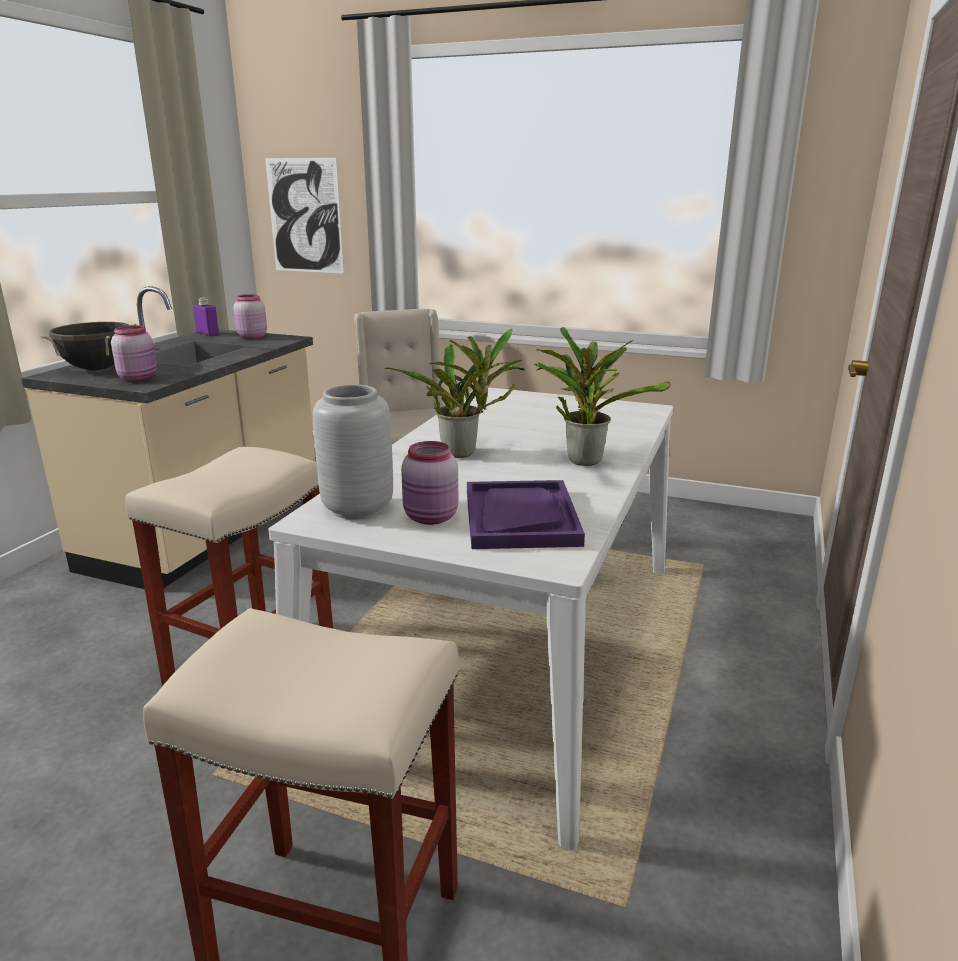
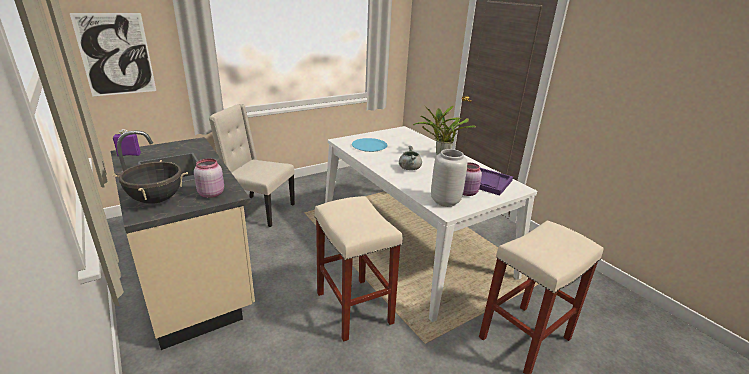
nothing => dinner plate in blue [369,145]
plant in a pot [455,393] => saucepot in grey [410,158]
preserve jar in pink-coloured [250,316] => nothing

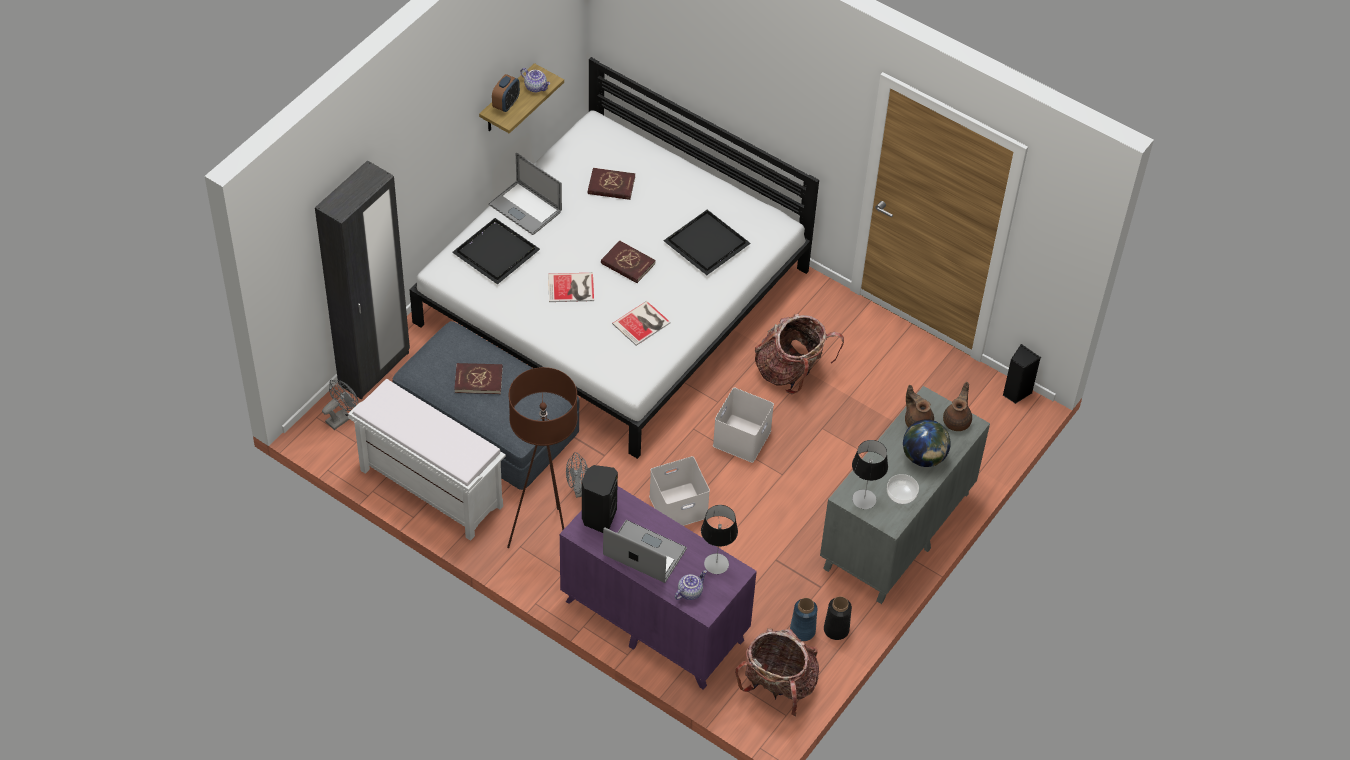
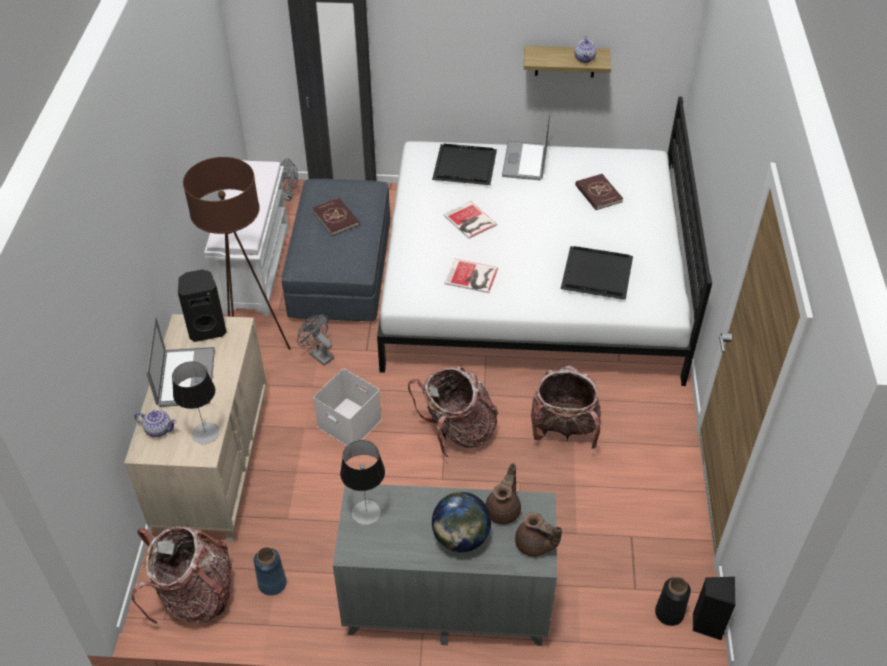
drawer chest in purple [658,588] => drawer chest in beige [195,428]
storage bin in white-coloured [743,425] => rucksack [453,411]
pot for tea in brownish [957,406] => pot for tea in brownish [538,534], 45 degrees clockwise
decorative vase in black [838,618] => decorative vase in black [673,601], move
table clock [506,93] => nothing
bound book in red [628,261] => nothing
serving bowl [903,489] => nothing

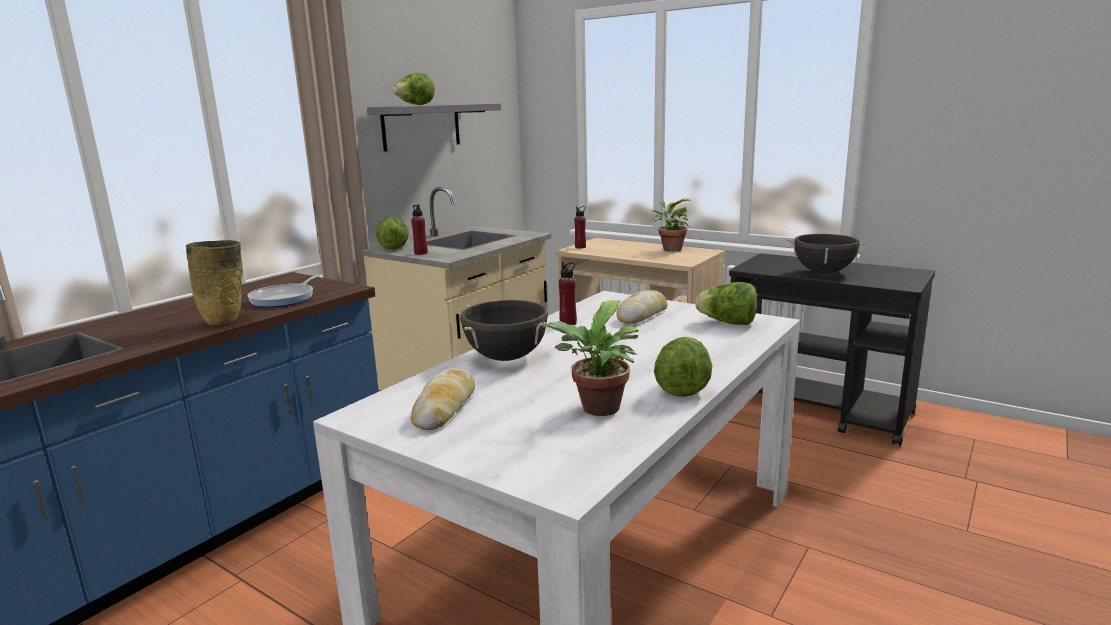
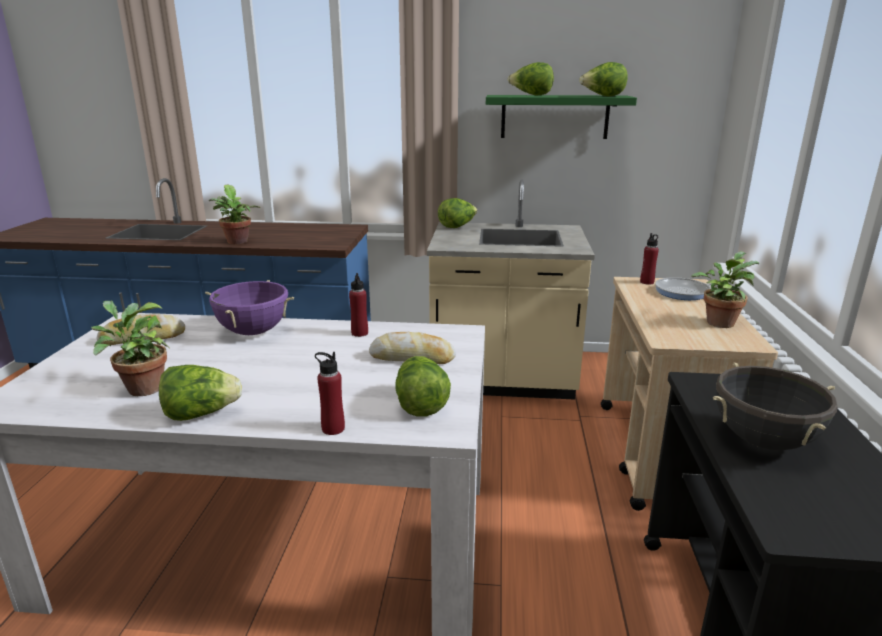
saucepot in black [504,330] => saucepot in purple [249,307]
decorative vase in beige [214,282] => plant in a pot [235,214]
beverage bottle in red [419,229] => beverage bottle in red [330,393], move
wall shelf in grey [434,127] => wall shelf in greenish [561,117]
nothing => lettuce head [603,79]
pan [284,290] => pan [693,288], move

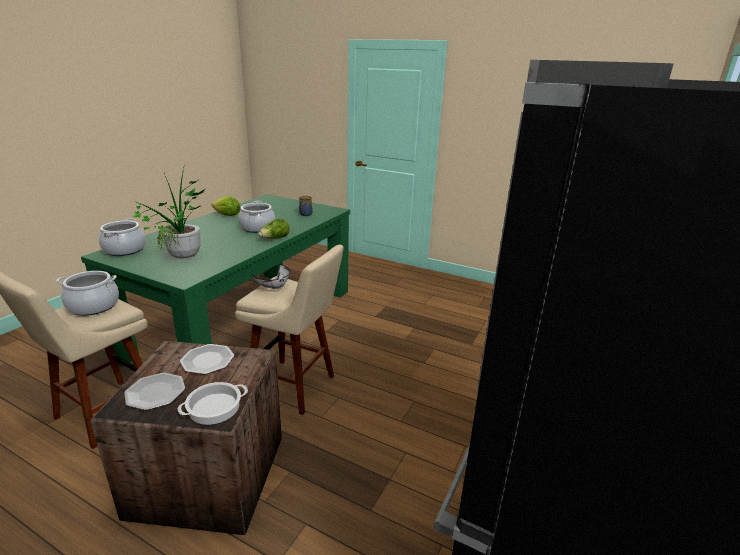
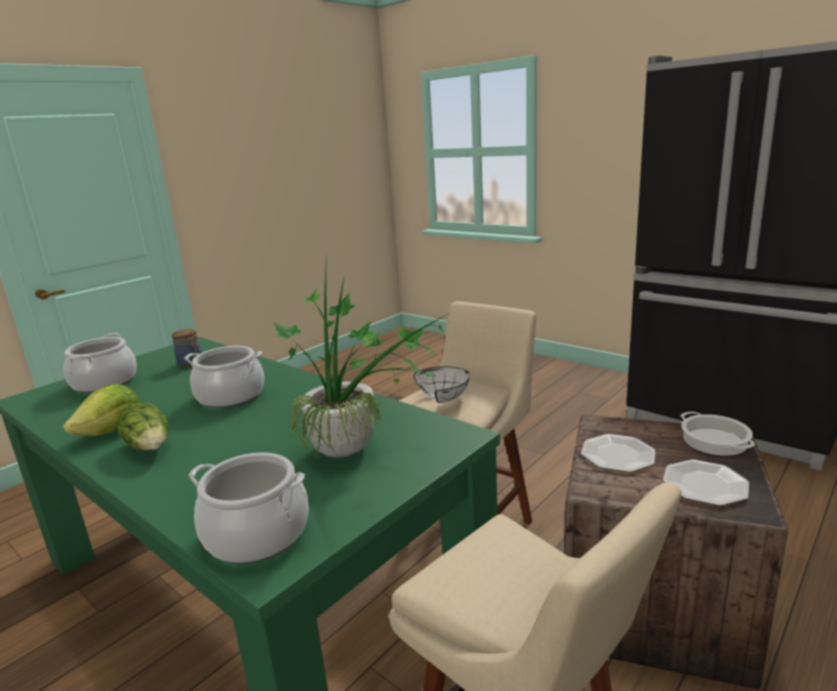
saucepot [87,293] => saucepot [100,363], move
lettuce head [273,228] => lettuce head [143,426], move

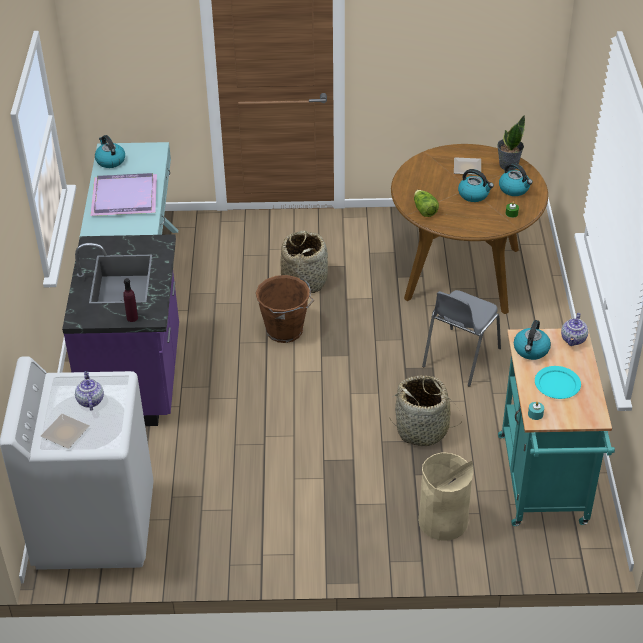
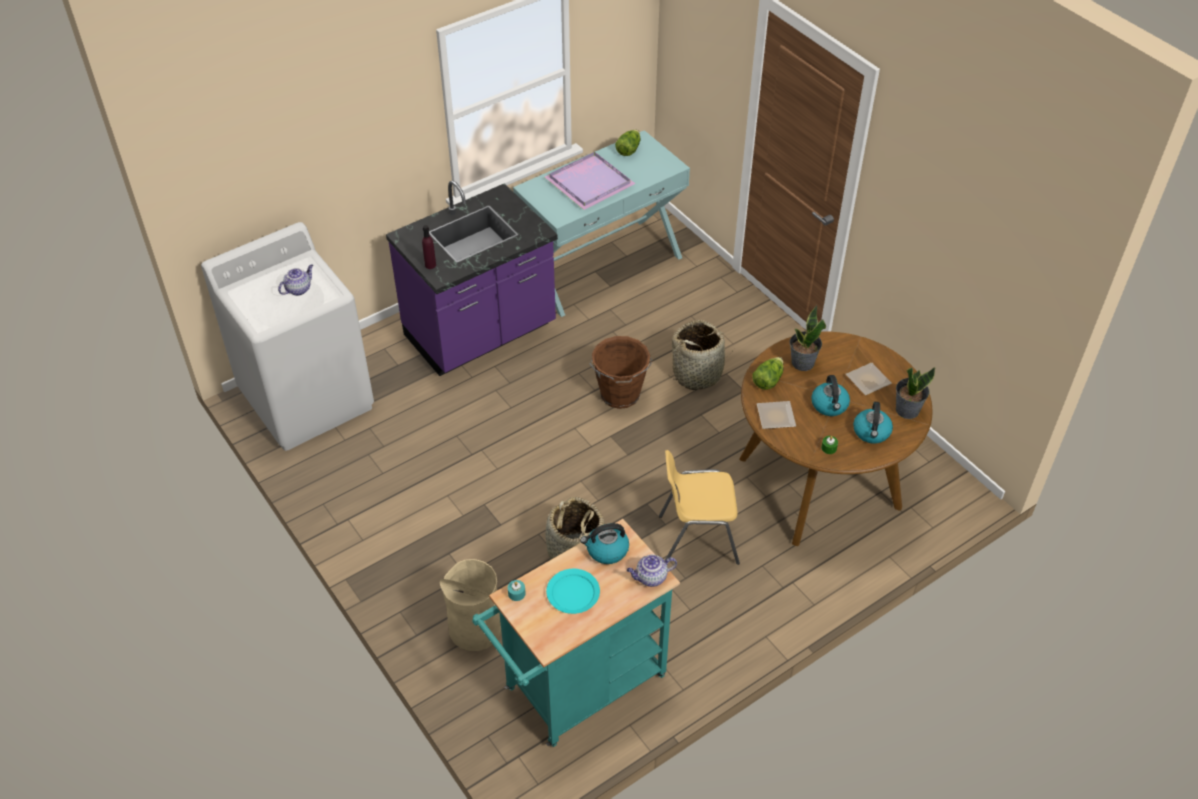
water kettle [110,151] => lettuce head [627,142]
plain chair in grey [461,338] => plain chair in yellow [699,507]
dinner plate [65,431] => dinner plate [776,415], move
nothing => plant in a pot [808,338]

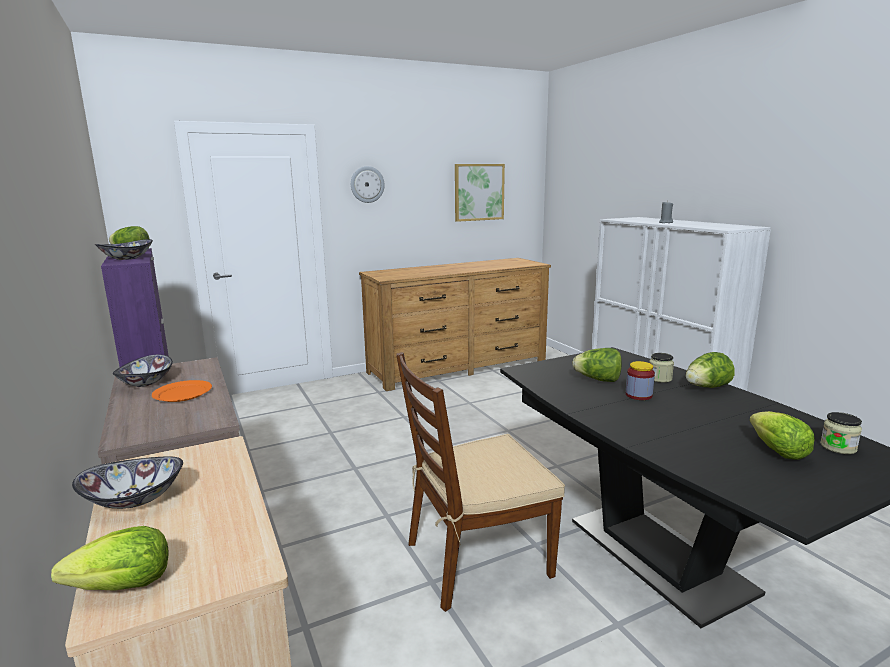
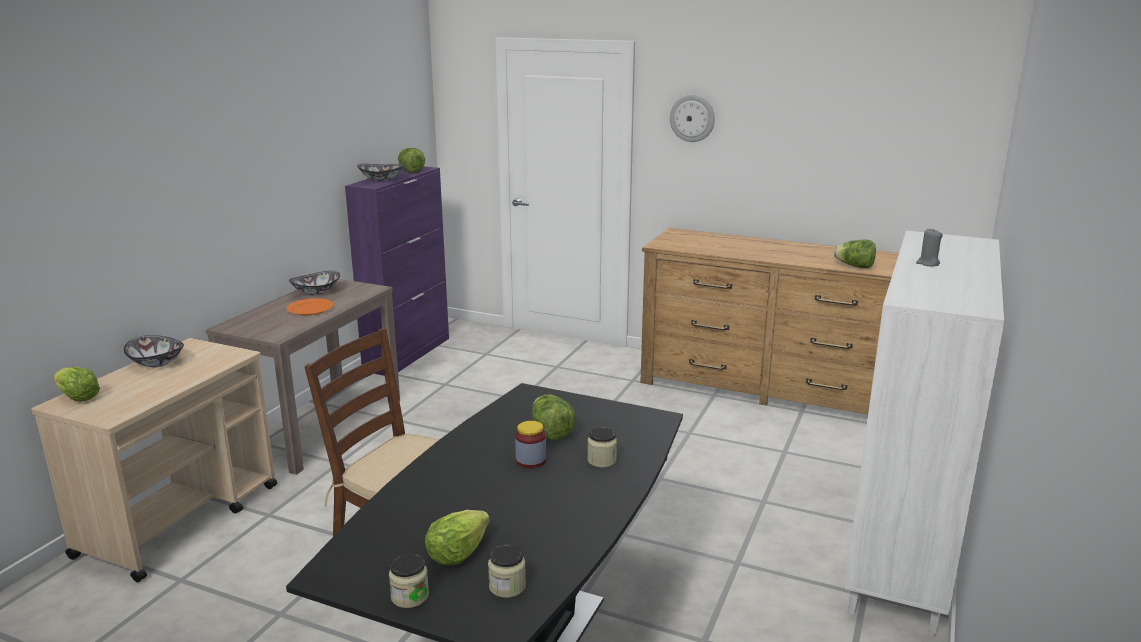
nothing => preserve jar [409,581]
lettuce head [710,370] => lettuce head [855,254], move
picture [480,193] => nothing

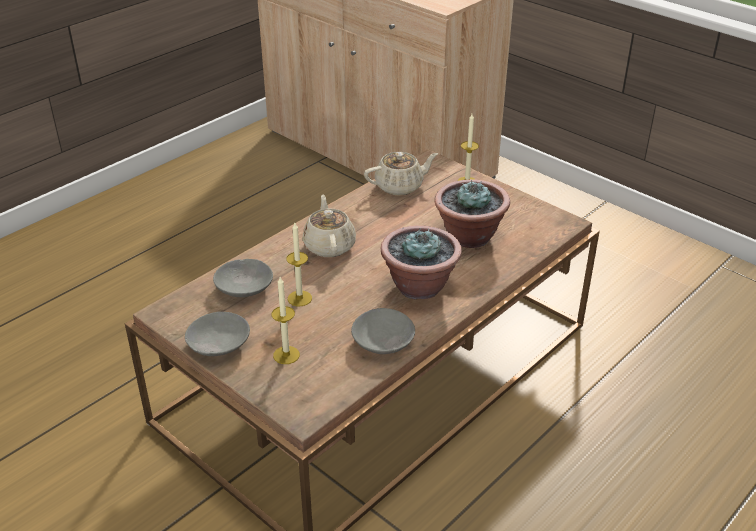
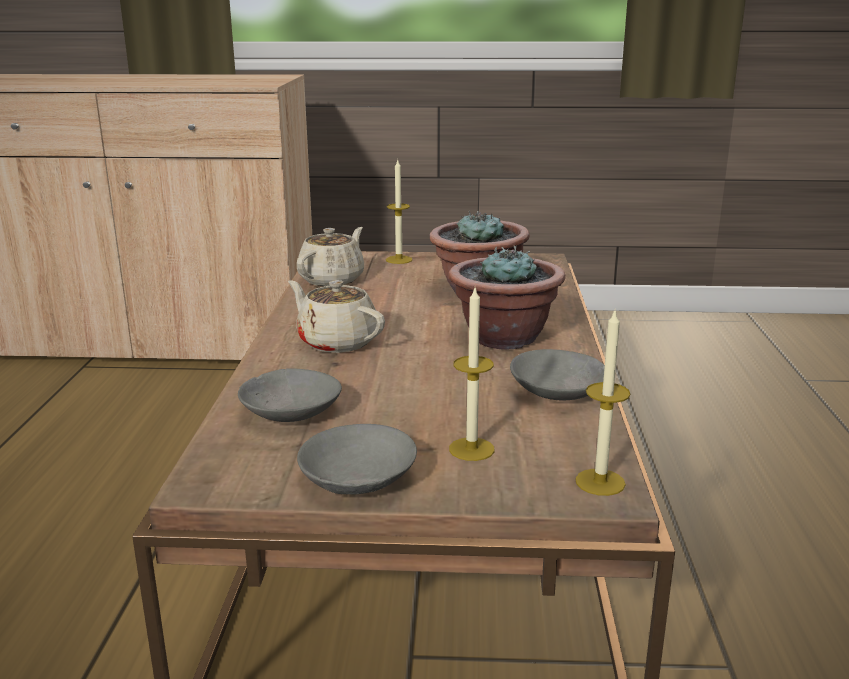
wax candle [299,264] => wax candle [602,402], move

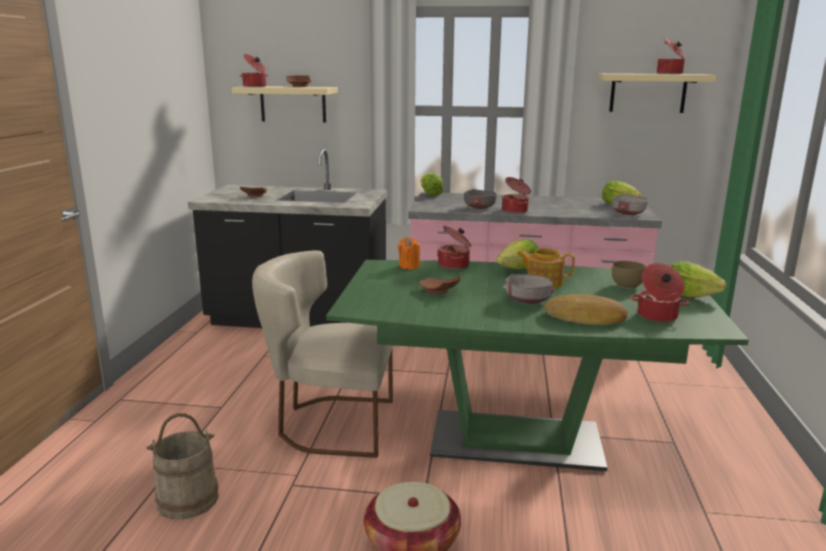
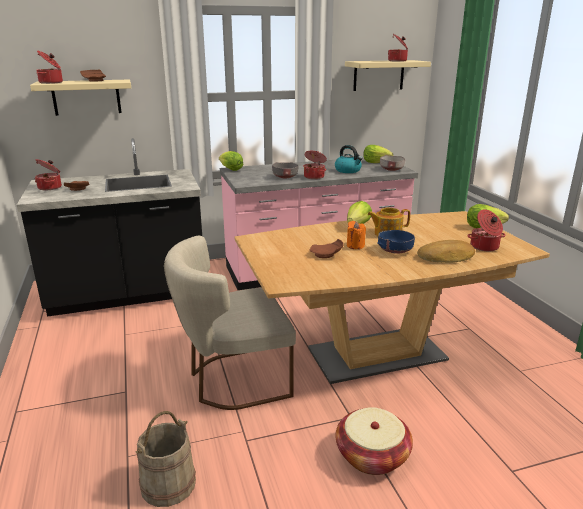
saucepot [454,248] => saucepot [48,174], move
kitchen table in greenish [537,365] => kitchen table in brownish [392,297]
nothing => water kettle [349,159]
wax candle in orange [409,253] => wax candle in orange [356,235], move
serving bowl in grey [529,289] => serving bowl in blue [396,242]
serving bowl in brownish [629,275] => nothing

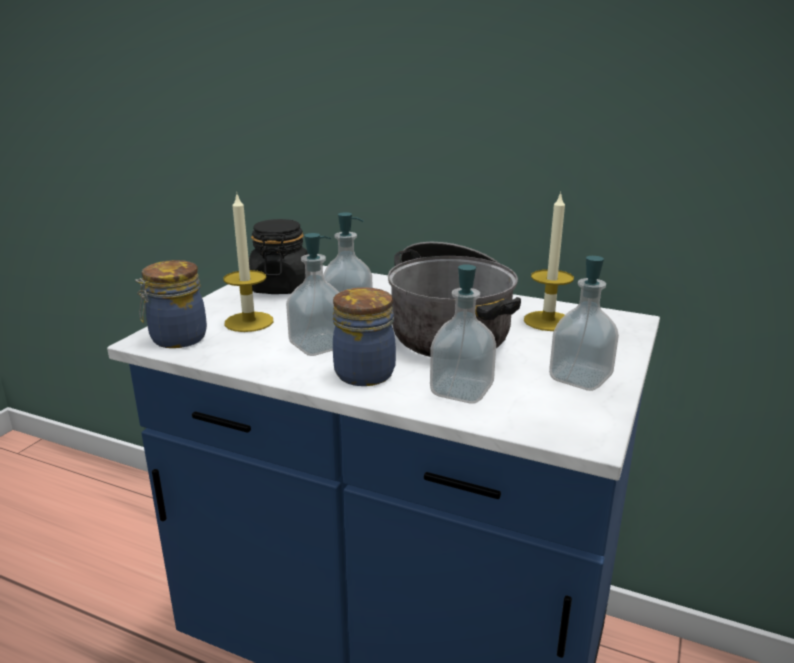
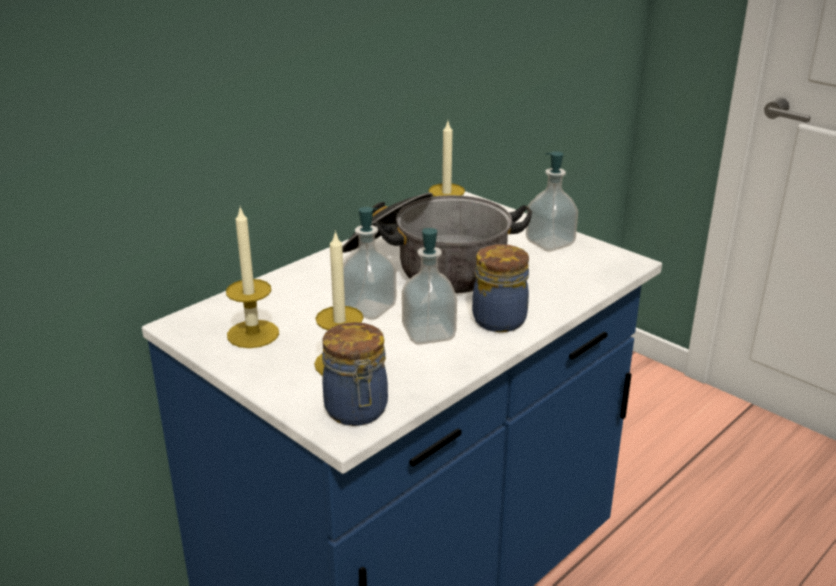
preserve jar in black [278,256] => wax candle [252,277]
soap bottle [463,334] => nothing

